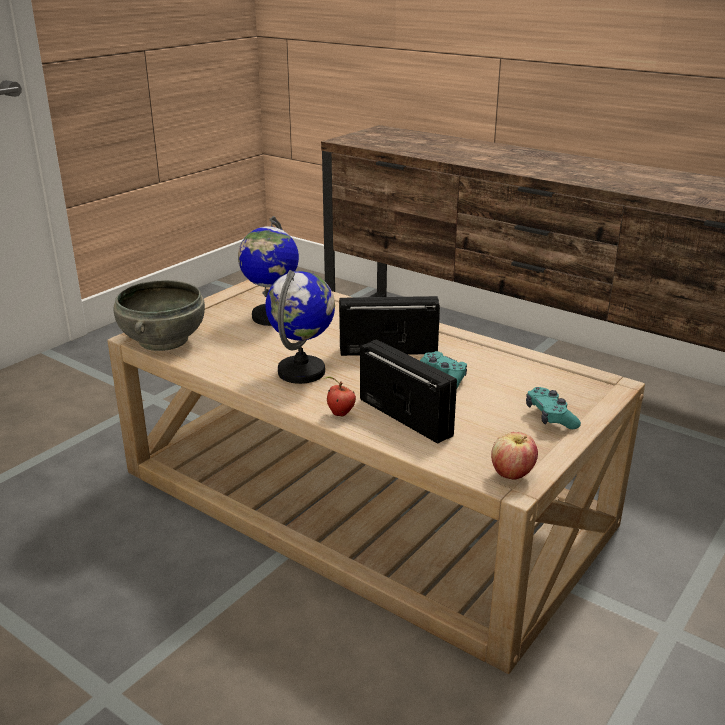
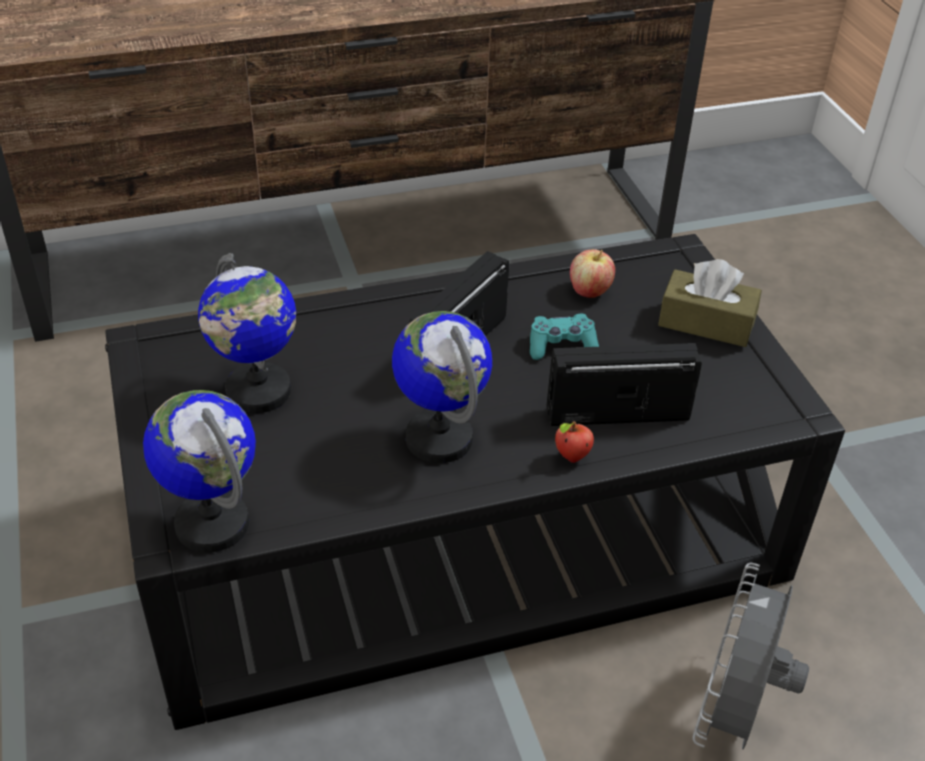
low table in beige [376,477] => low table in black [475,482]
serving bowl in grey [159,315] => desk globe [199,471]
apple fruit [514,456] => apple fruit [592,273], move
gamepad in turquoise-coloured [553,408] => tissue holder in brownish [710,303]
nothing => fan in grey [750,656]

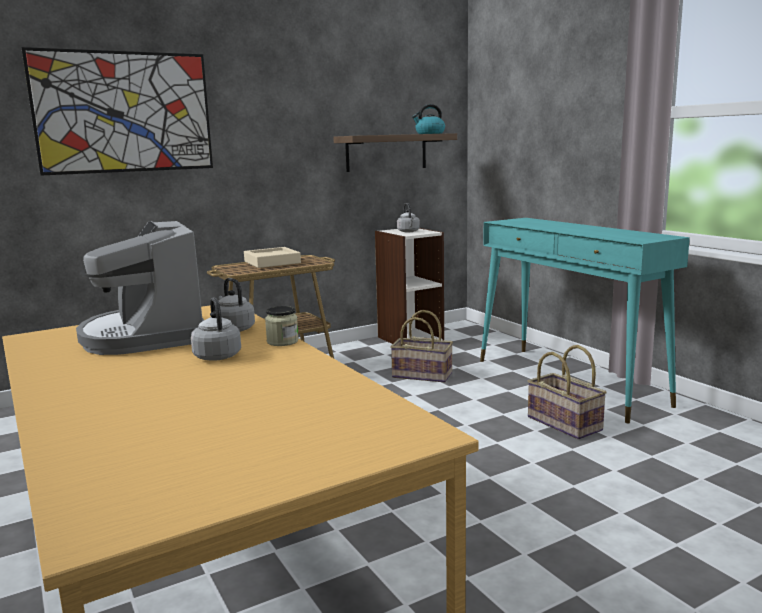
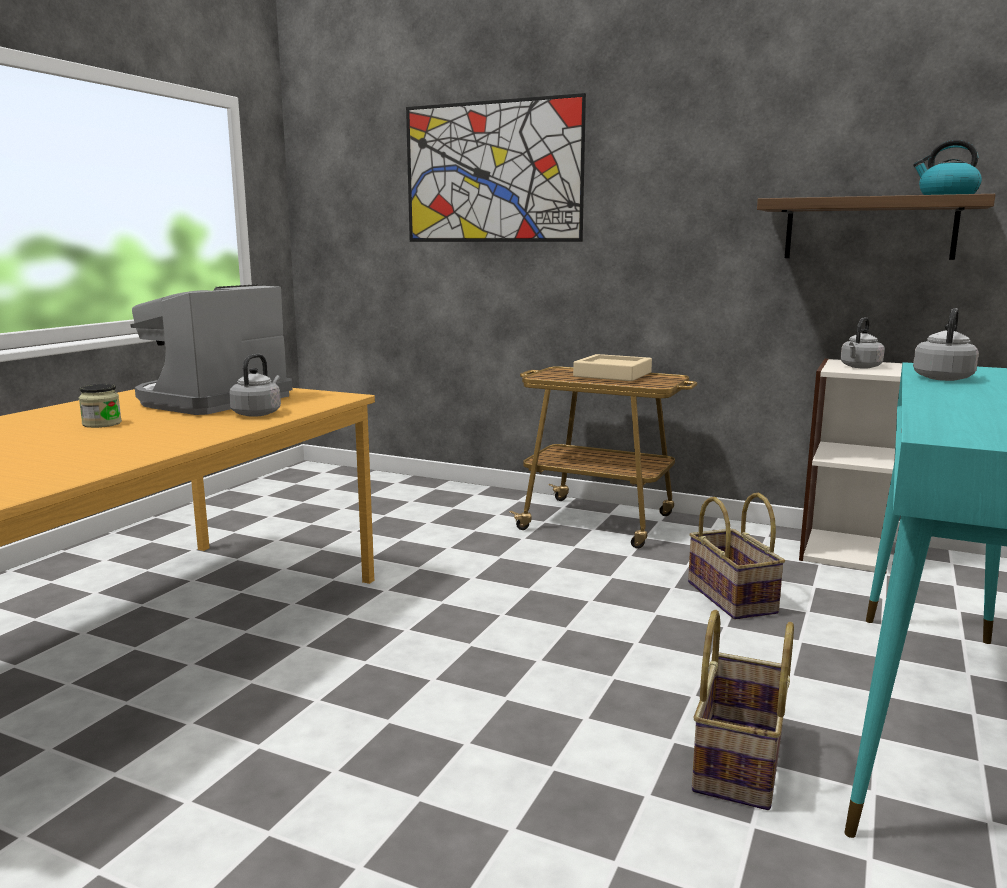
preserve jar [282,326] => preserve jar [100,406], move
water kettle in grey [216,329] => water kettle in grey [946,344], move

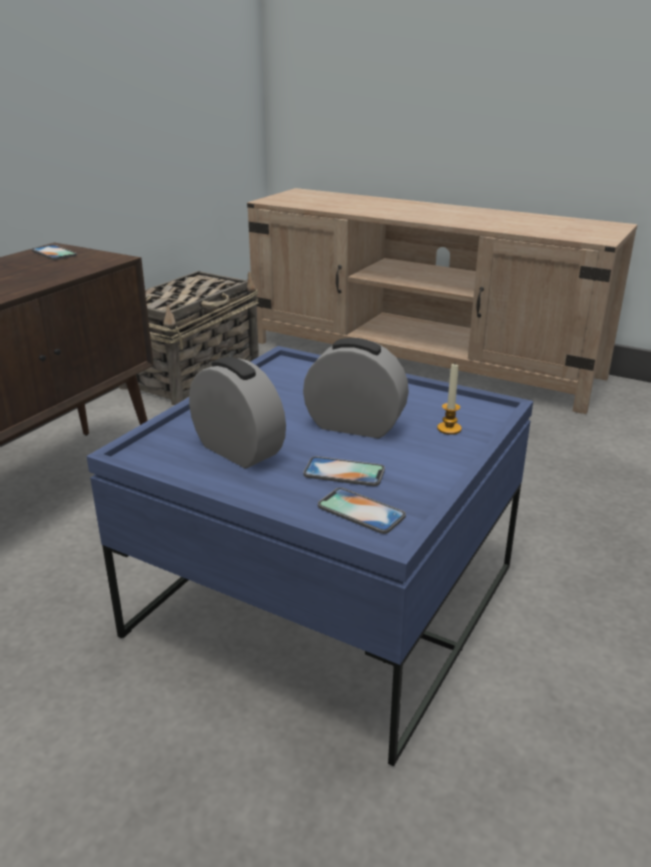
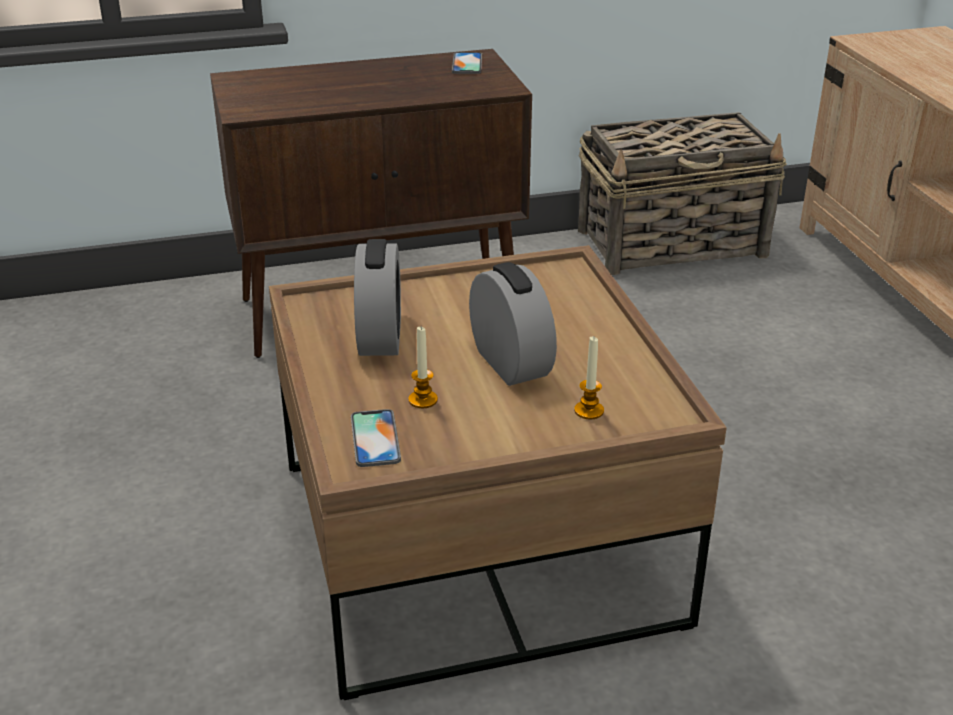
low table in blue [309,556] => low table in brownish [498,472]
telephone [344,471] => wax candle [423,367]

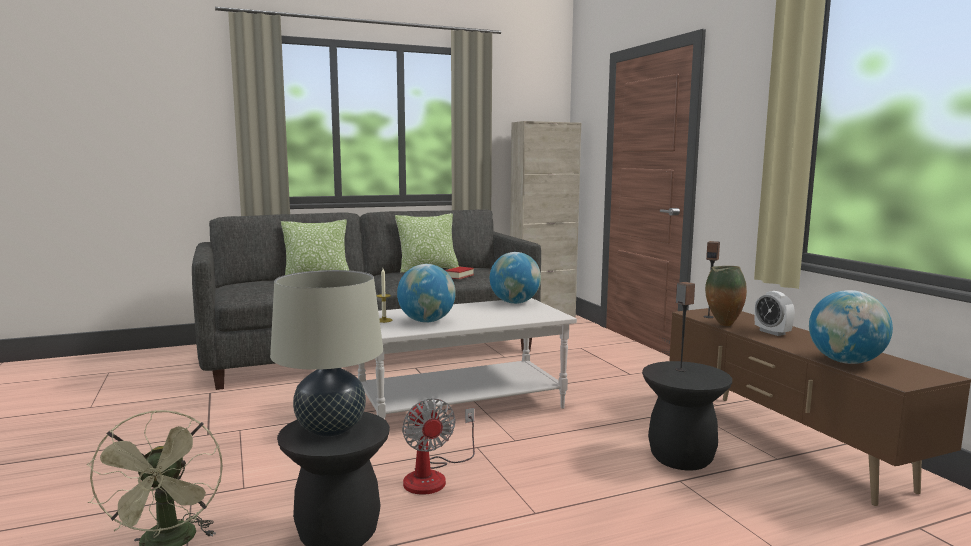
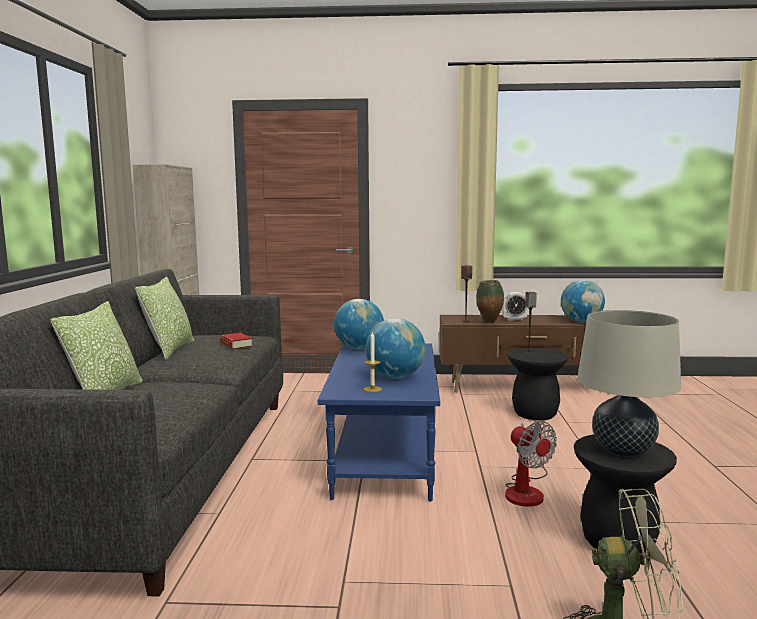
low table in white-coloured [467,358] => low table in blue [379,422]
fan [438,446] => fan [531,464], 60 degrees clockwise

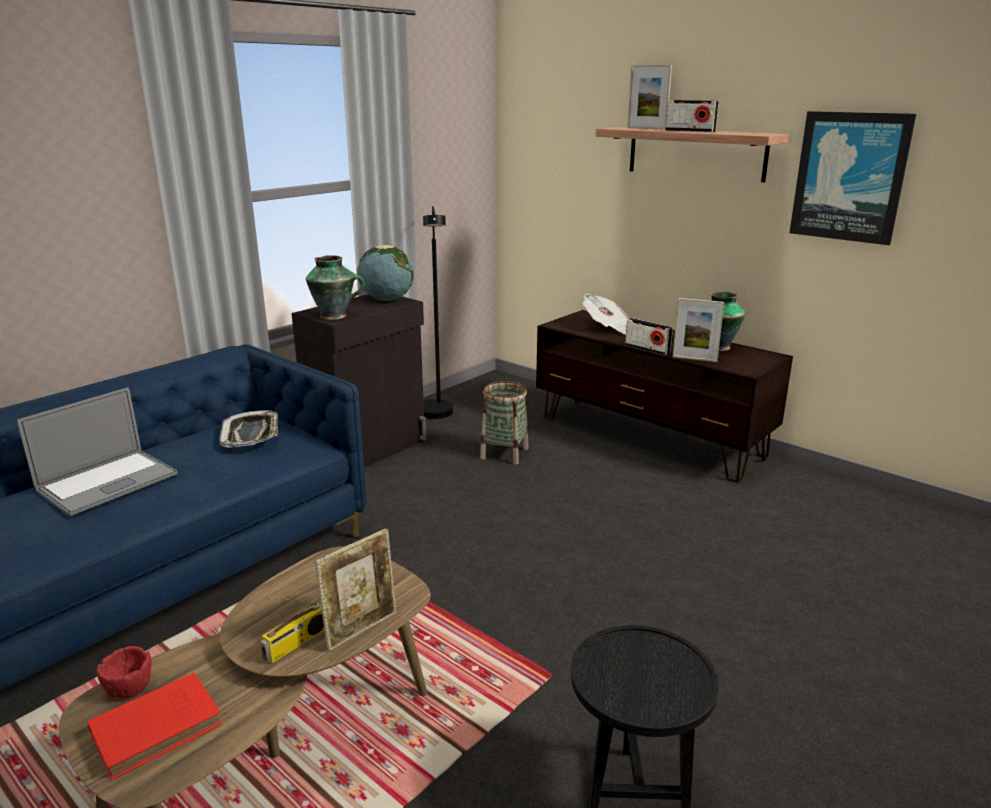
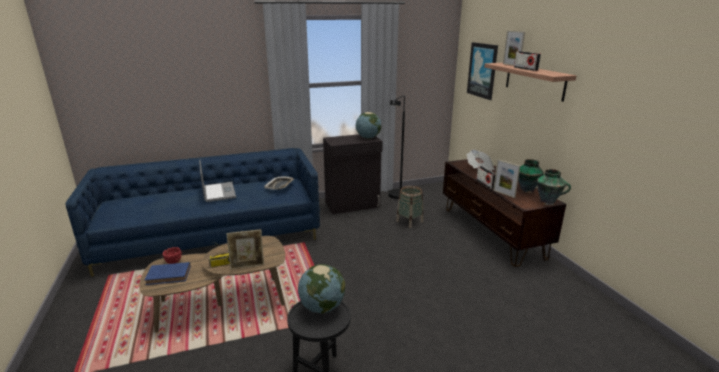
bound book in red [154,726] => bound book in blue [168,273]
portable computer [97,451] => portable computer [217,181], 90 degrees counterclockwise
nothing => desk globe [321,289]
picture [852,178] => picture [482,71], move
decorative vase [335,287] => decorative vase [554,187], move

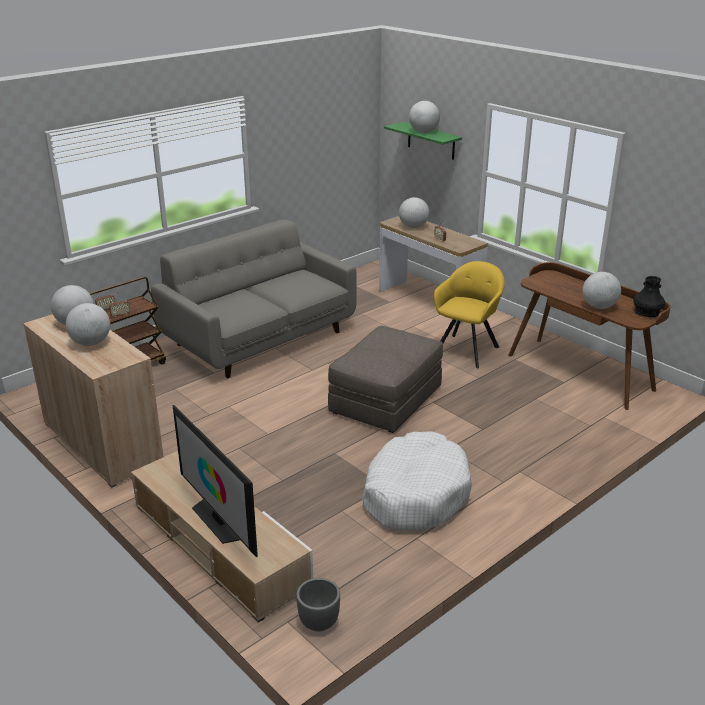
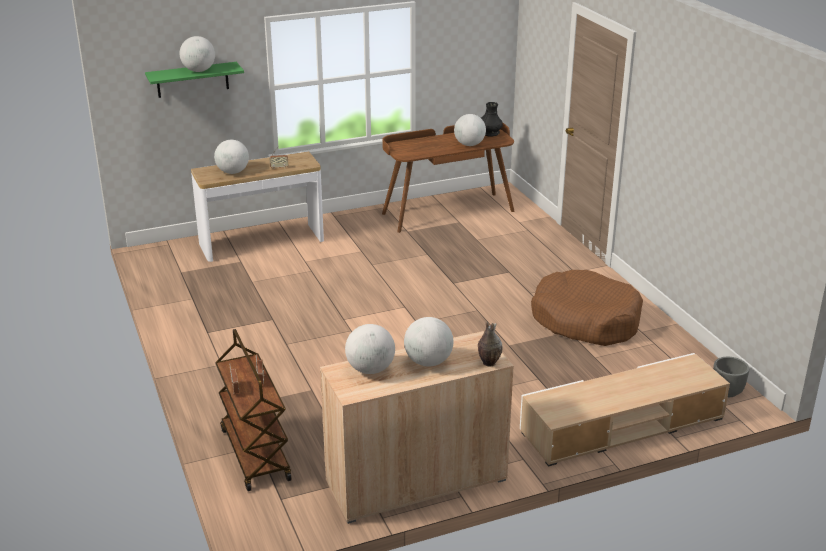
nothing => decorative vase [490,344]
pet bed in white-coloured [417,480] => pet bed in brownish [587,308]
sofa in grey [254,298] => nothing
television [215,481] => nothing
footrest in grey [385,379] => nothing
armchair in yellow [469,314] => nothing

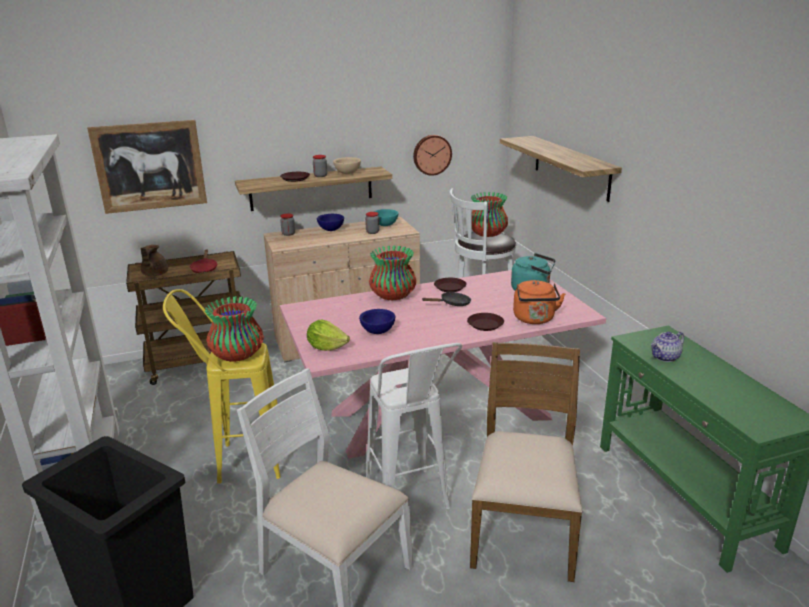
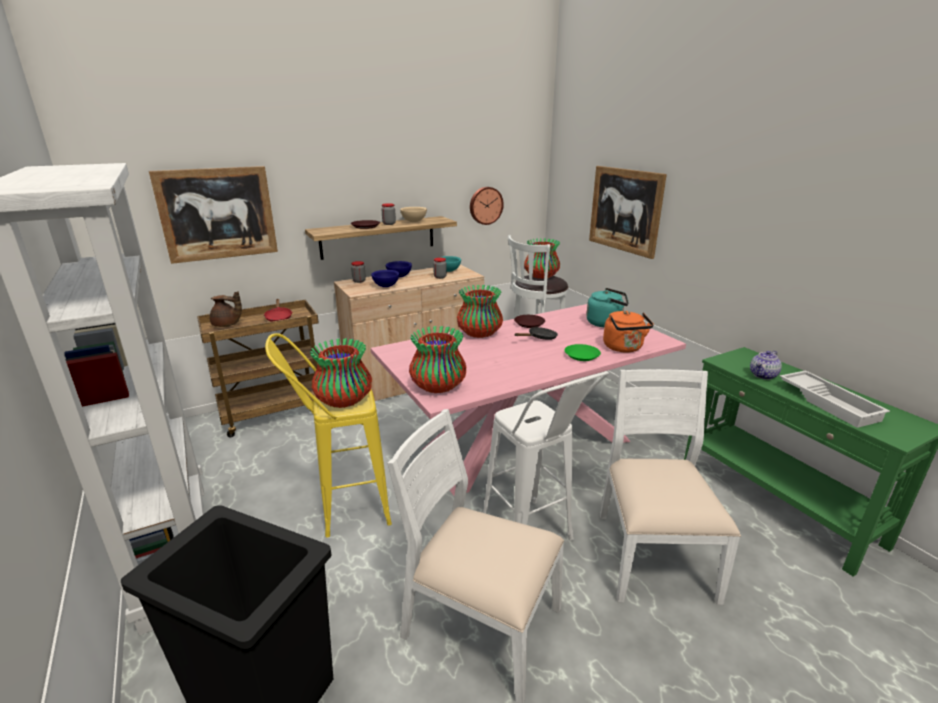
pot for tea in brownish [154,260] => pot for tea in brownish [226,309], 75 degrees counterclockwise
serving bowl in blue [377,321] => serving bowl in blue [385,278], move
lettuce head [328,335] => decorative vase [437,359]
dinner plate in brownish [485,322] => dinner plate in greenish [582,352]
wall shelf [561,169] => picture [628,212]
plain chair in brownish [526,462] => plain chair in white-coloured [670,487]
nothing => carrying tray in white-coloured [834,399]

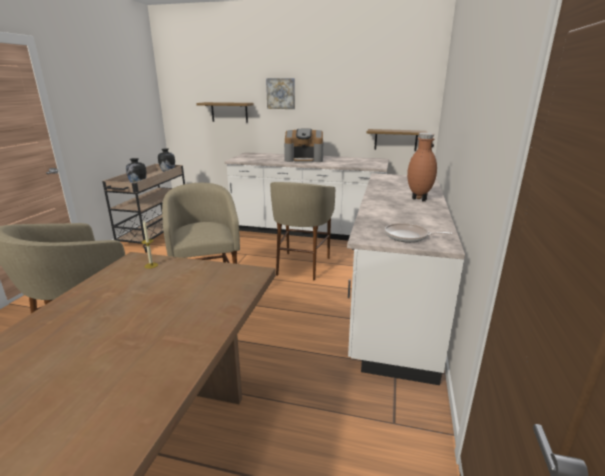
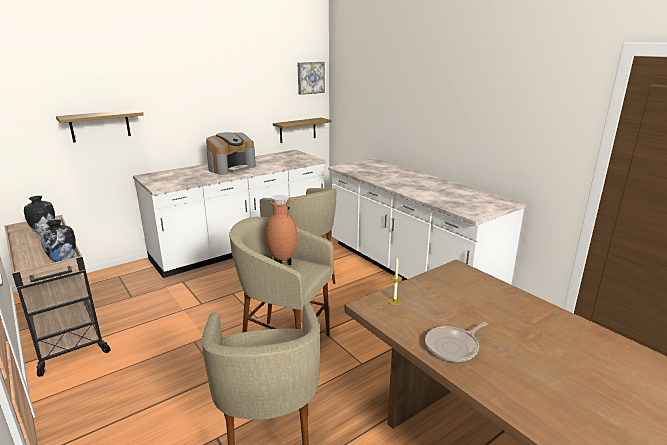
decorative vase in brownish [422,167] => decorative vase in brownish [282,230], move
picture [280,93] => picture [311,78], move
pan [418,233] => pan [456,342], move

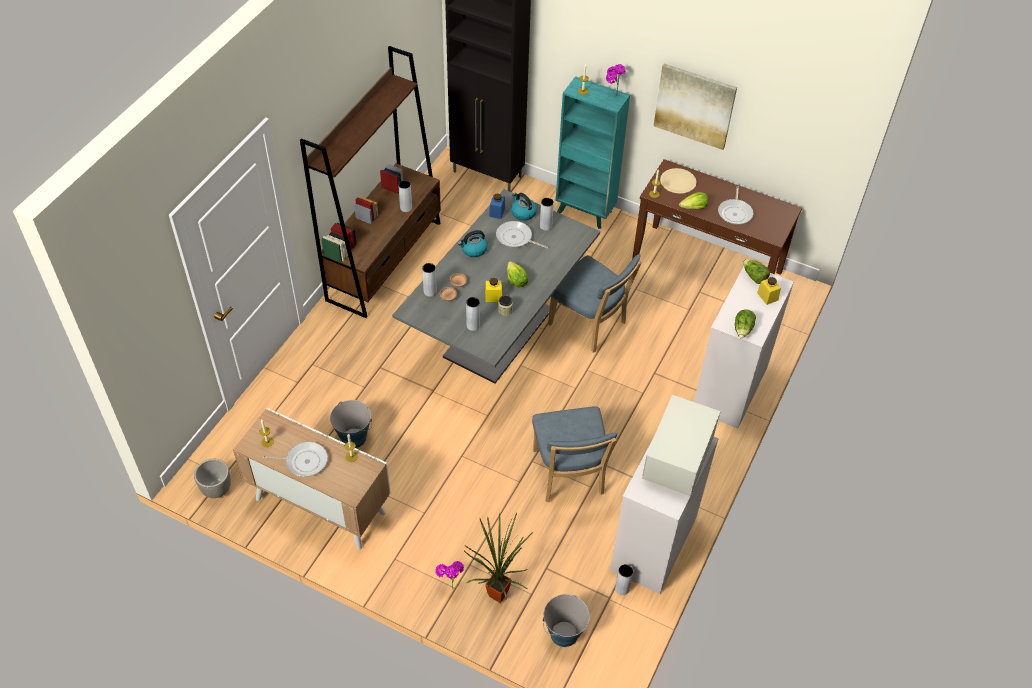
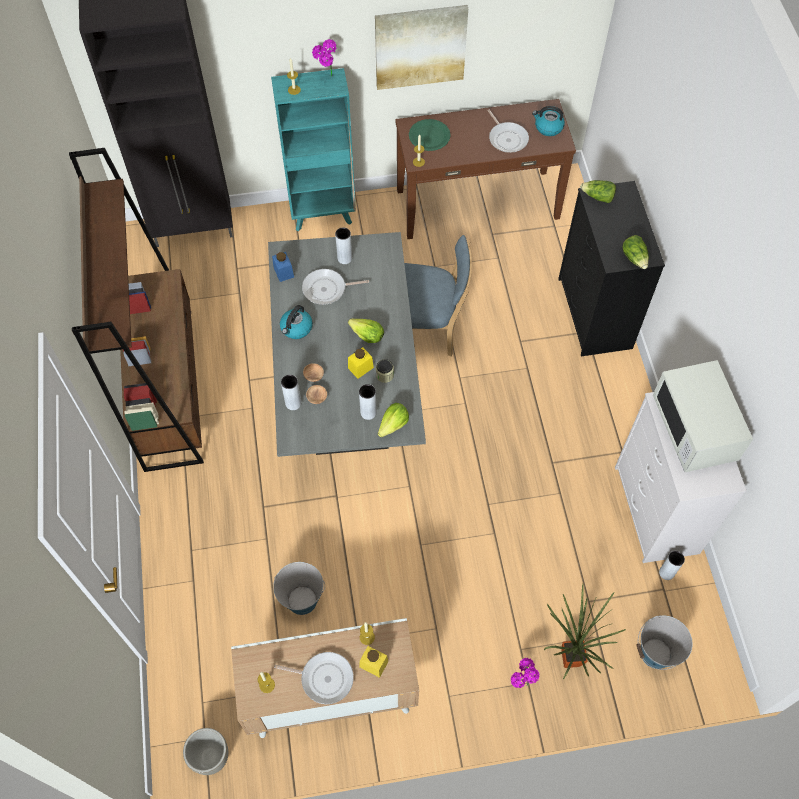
pan [295,459] => pan [314,678], 45 degrees clockwise
preserve jar in yellow [769,291] => preserve jar in yellow [373,662], move
lettuce head [693,201] => lettuce head [393,420], move
dinner plate in beige [678,181] => dinner plate in greenish [430,135]
water kettle [524,207] => water kettle [548,121], move
drawer chest in white-coloured [744,347] => drawer chest in black [611,268]
decorative vase in grey [405,196] => nothing
plain chair in blue [574,454] => nothing

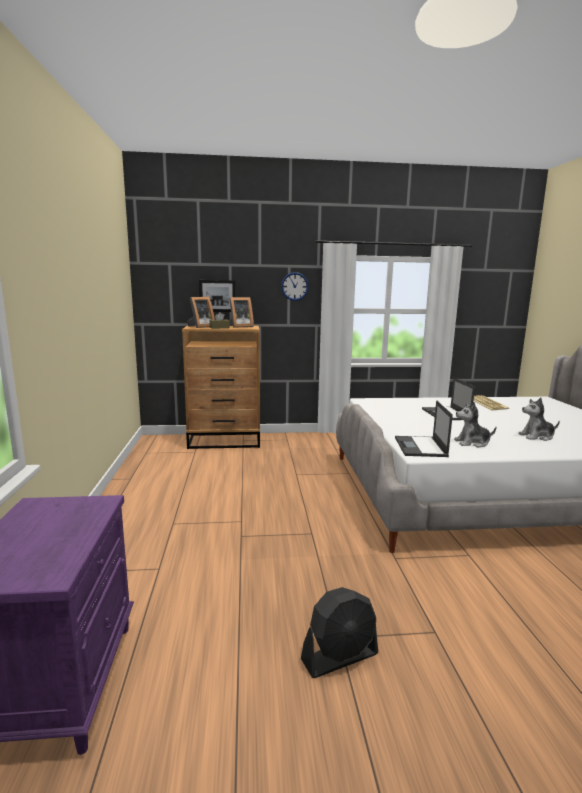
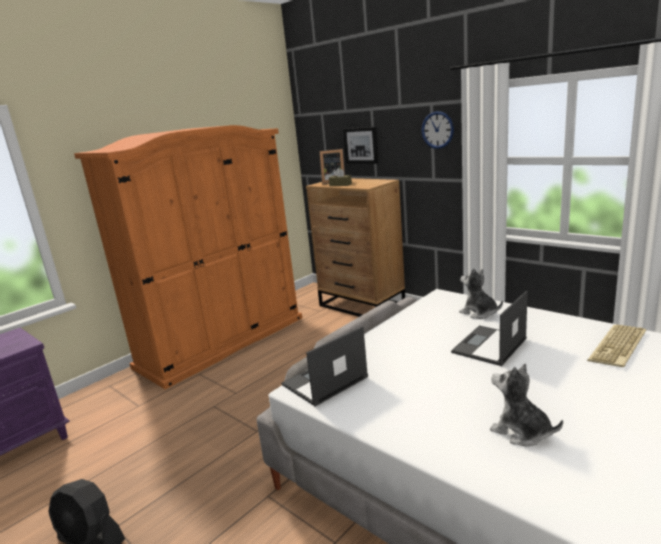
nothing => armoire in orange [188,257]
plush toy [475,424] => plush toy [481,293], move
standing frame [241,312] => nothing

